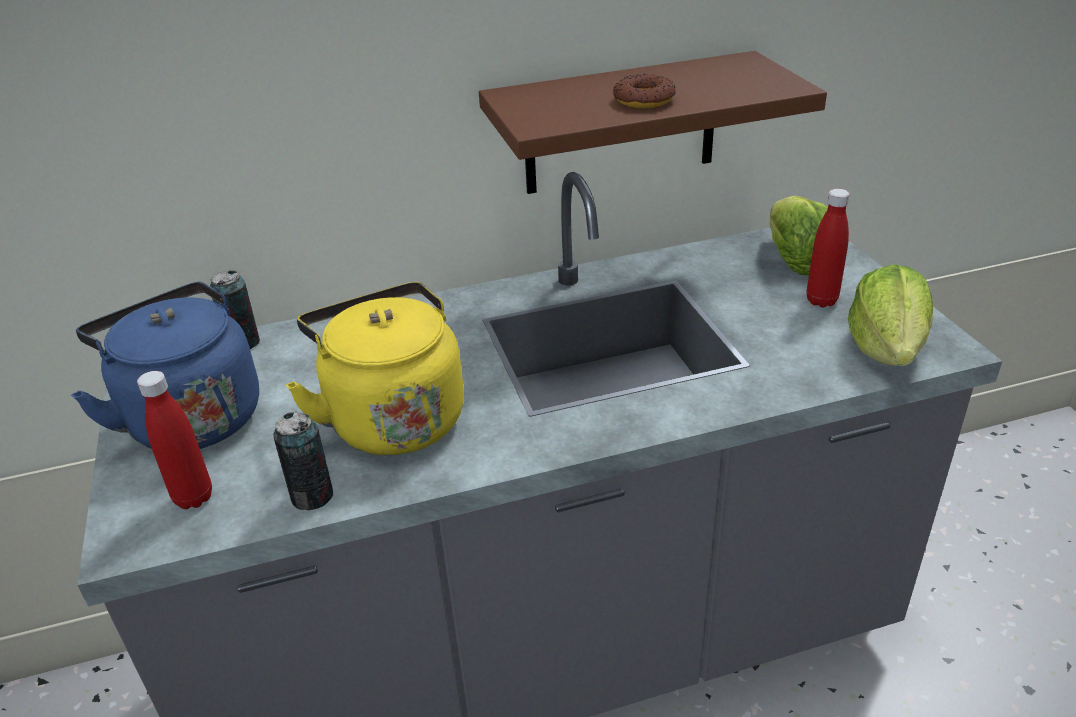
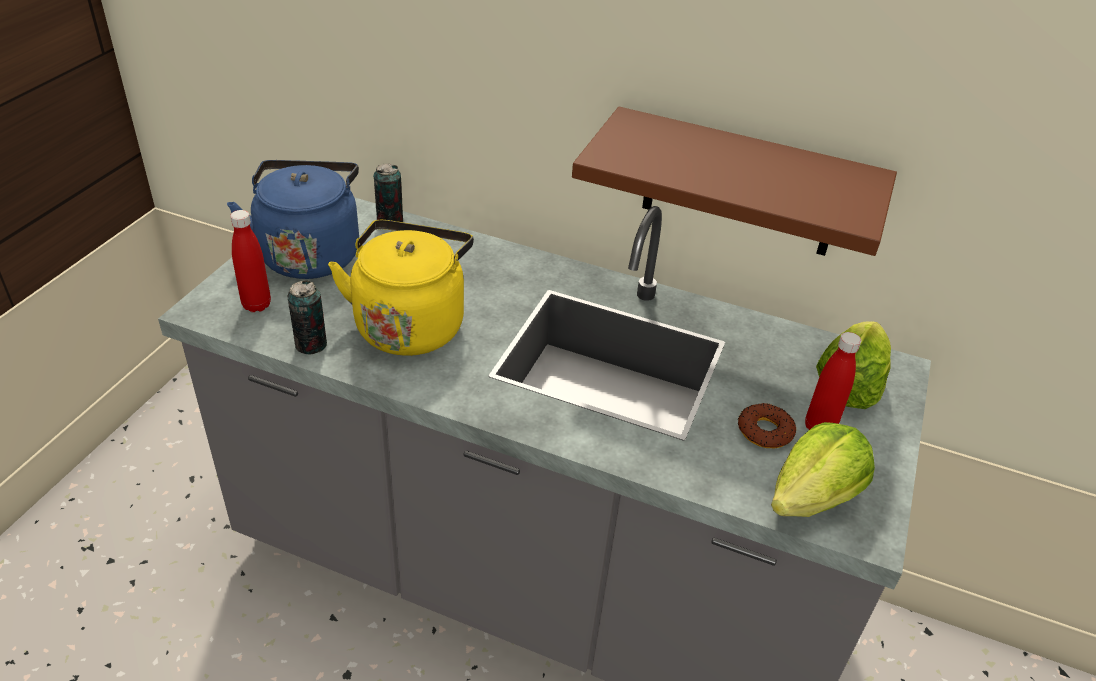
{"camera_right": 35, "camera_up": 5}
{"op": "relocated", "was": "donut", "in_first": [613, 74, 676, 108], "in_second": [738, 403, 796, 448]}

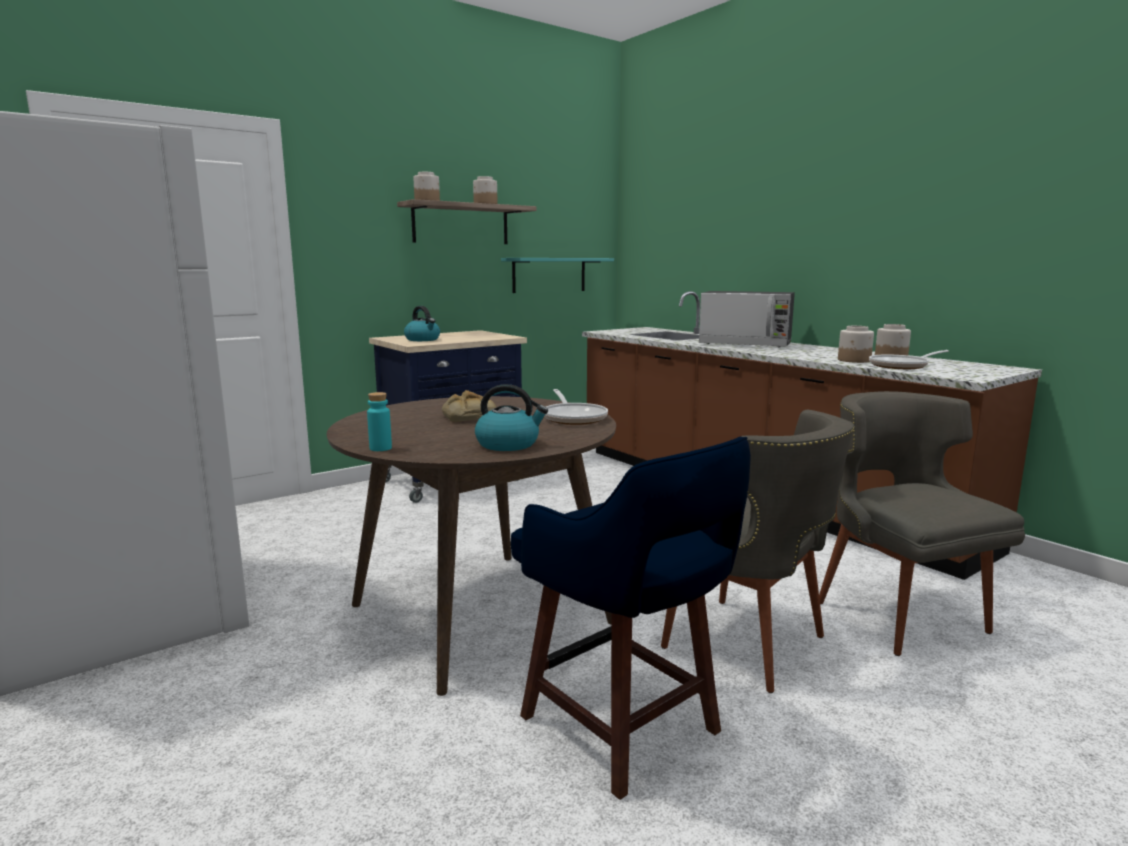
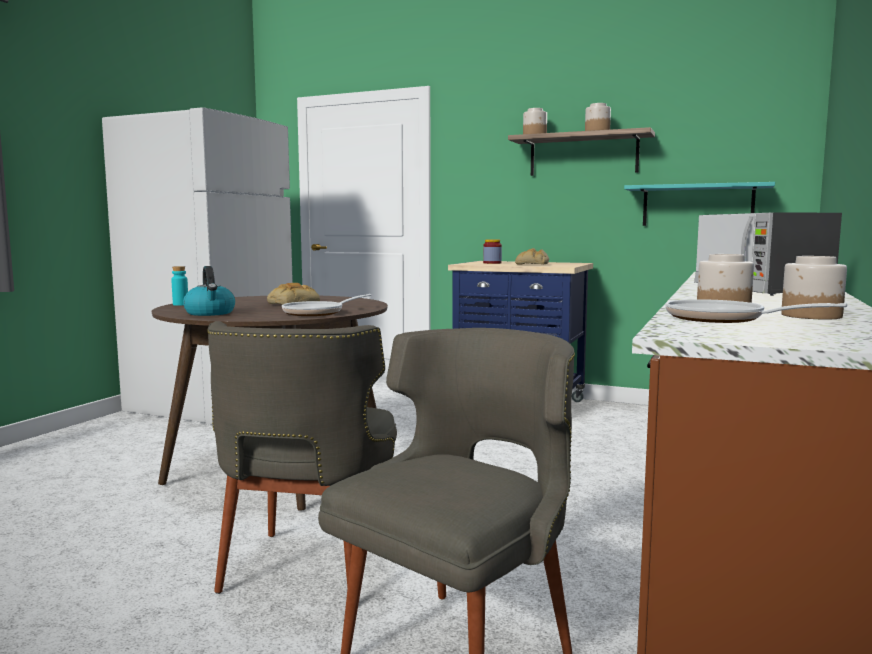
{"camera_right": 60, "camera_up": -5}
{"op": "exchanged", "was": "kettle", "now": "jar", "in_first": [404, 306, 440, 341], "in_second": [483, 240, 502, 264]}
{"op": "missing", "was": "blue_stool", "in_first": [511, 437, 751, 800]}
{"op": "appeared", "now": "bread", "in_second": [515, 248, 549, 265]}

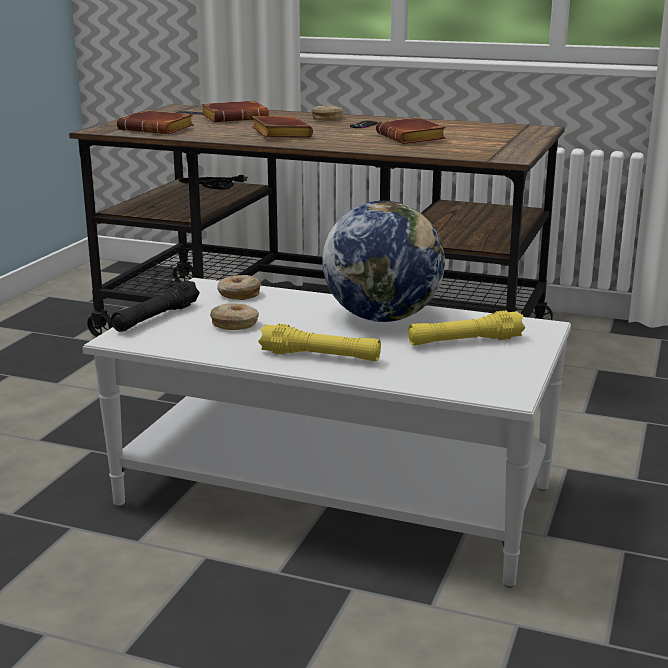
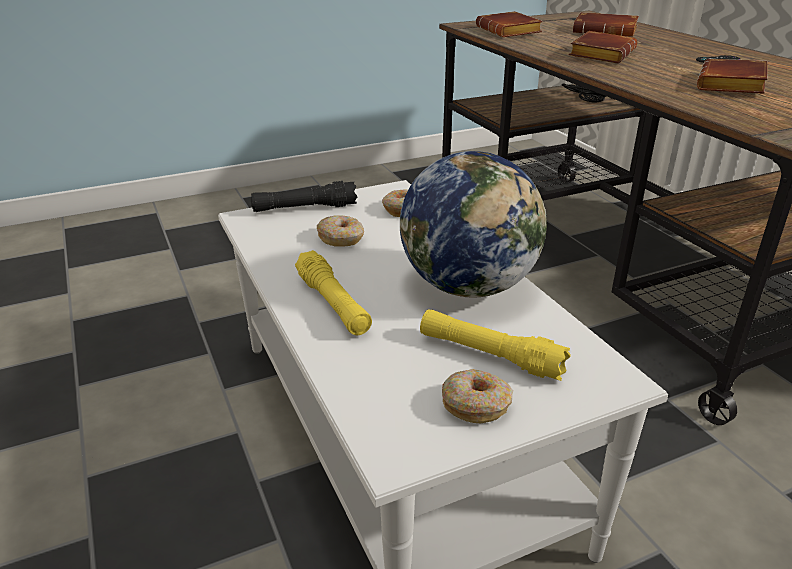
{"camera_right": 45, "camera_up": 10}
{"op": "relocated", "was": "donut", "in_first": [312, 106, 343, 120], "in_second": [442, 369, 513, 423]}

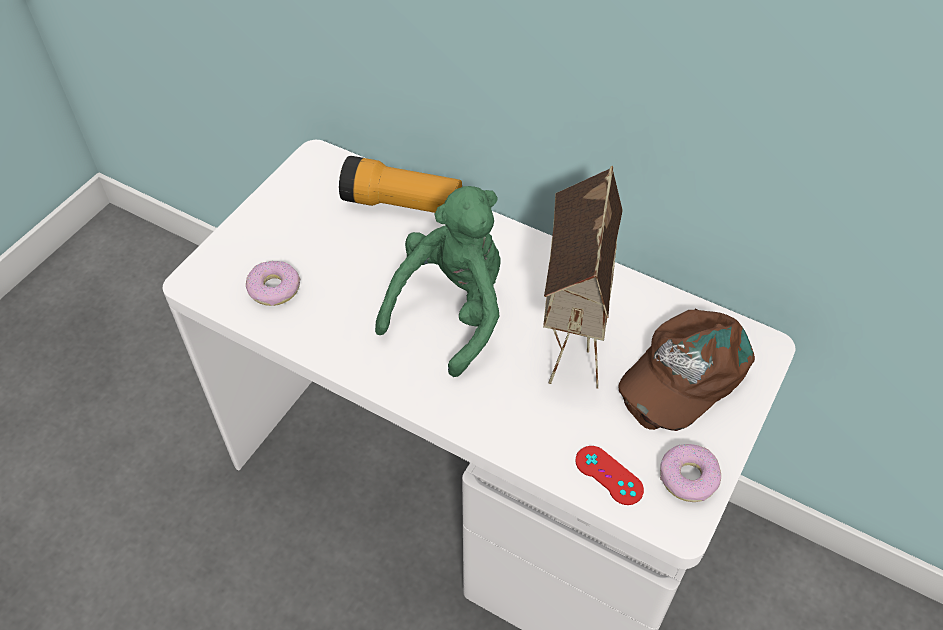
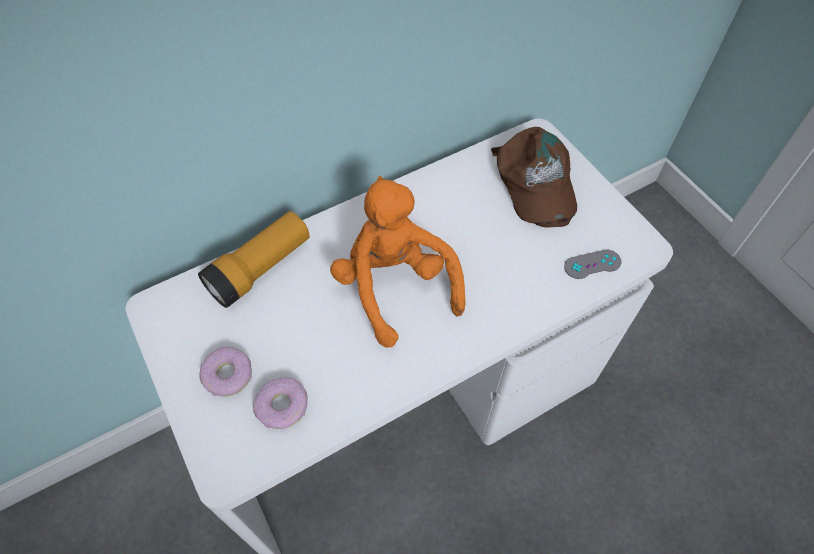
{"camera_right": -60, "camera_up": 5}
{"op": "colour", "was": "green_plush_toy", "now": "orange_plush_toy", "in_first": [375, 186, 501, 377], "in_second": [330, 176, 466, 348]}
{"op": "missing", "was": "toy_house", "in_first": [543, 165, 623, 389]}
{"op": "colour", "was": "red_game_controller", "now": "grey_game_controller", "in_first": [575, 446, 644, 505], "in_second": [564, 250, 621, 279]}
{"op": "relocated", "was": "donut", "in_first": [660, 444, 721, 502], "in_second": [199, 347, 252, 396]}

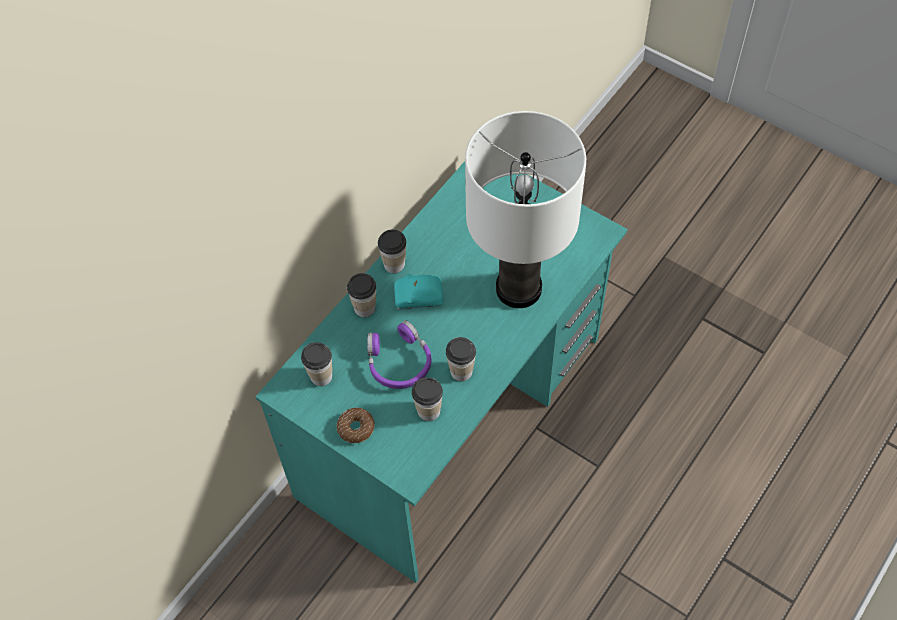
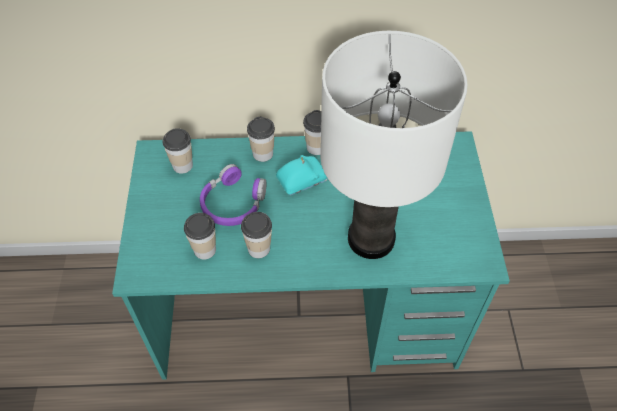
{"camera_right": 50, "camera_up": -5}
{"op": "missing", "was": "donut", "in_first": [337, 408, 375, 443]}
{"op": "spun", "was": "turquoise_toy_car", "in_first": [394, 274, 443, 310], "in_second": [276, 155, 327, 195], "clockwise": 105}

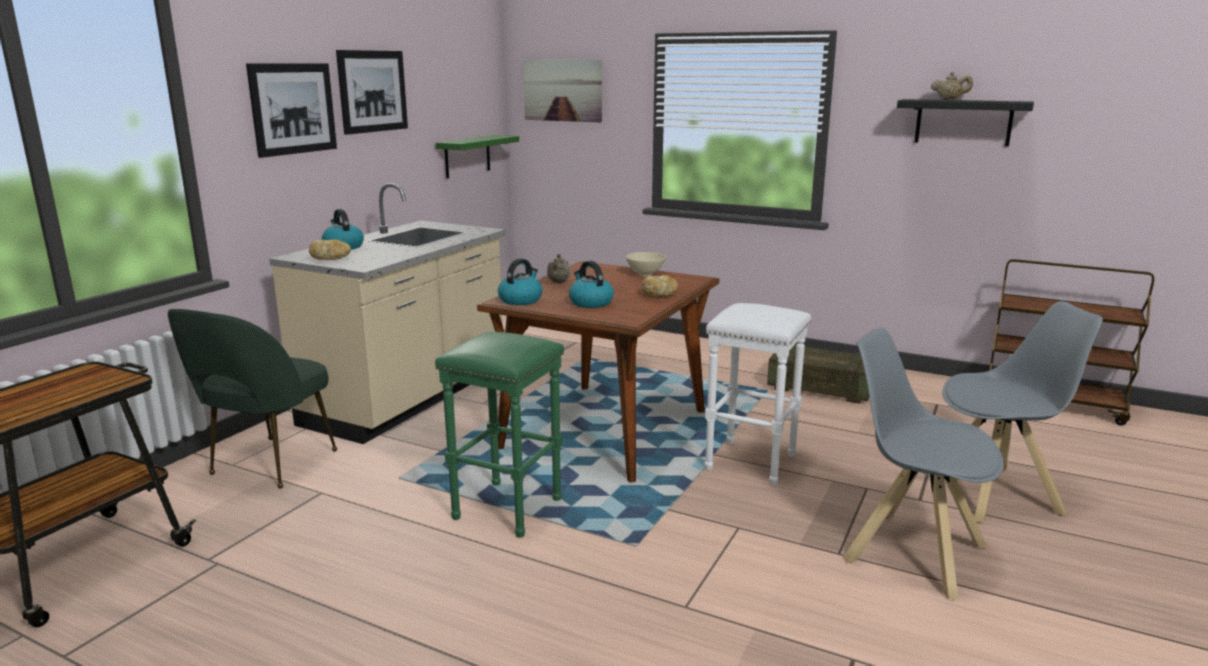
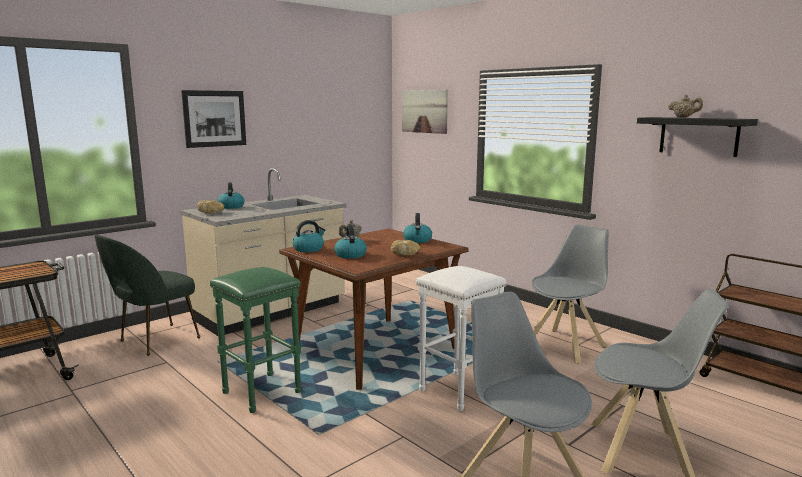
{"camera_right": 20, "camera_up": -5}
{"op": "missing", "was": "picture", "in_first": [336, 50, 408, 135]}
{"op": "missing", "was": "green_shelf", "in_first": [436, 135, 519, 178]}
{"op": "exchanged", "was": "beige_bowl", "now": "kettle", "in_first": [626, 252, 666, 276], "in_second": [403, 213, 432, 243]}
{"op": "exchanged", "was": "crate", "now": "grey_chair", "in_first": [767, 344, 869, 404], "in_second": [532, 224, 609, 364]}

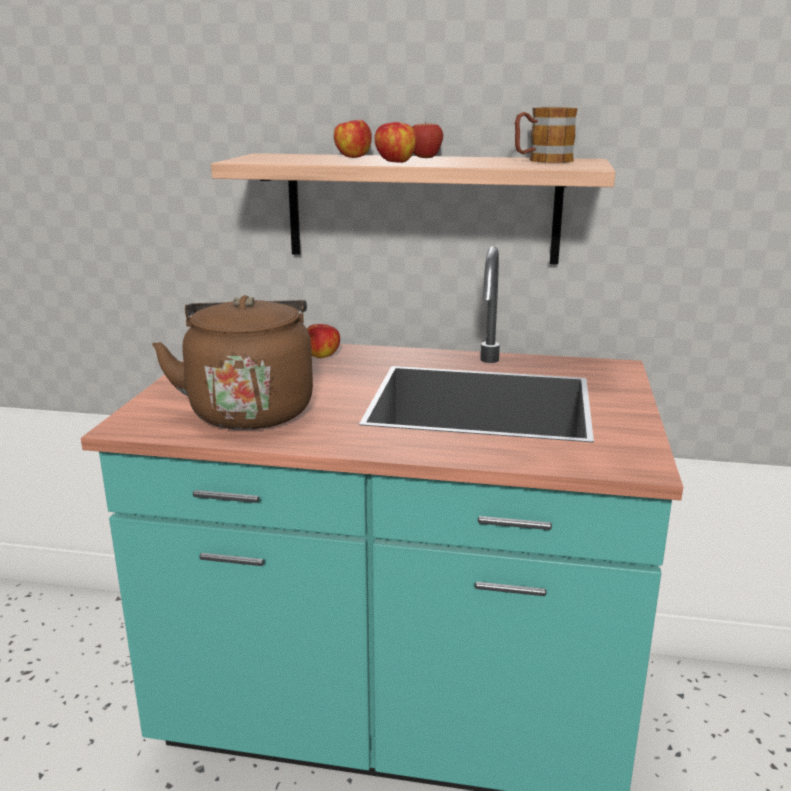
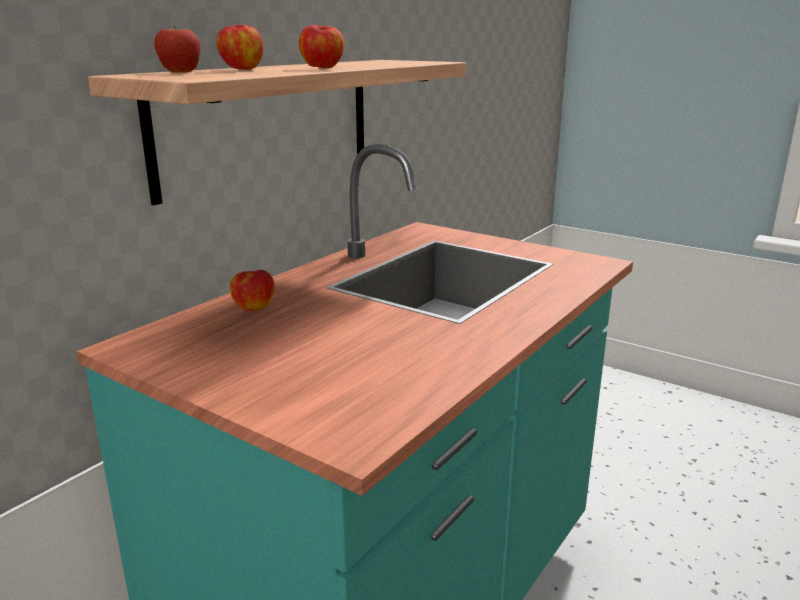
{"camera_right": -65, "camera_up": 0}
{"op": "missing", "was": "brown_kettle", "in_first": [152, 295, 313, 430]}
{"op": "relocated", "was": "apple", "in_first": [412, 121, 443, 158], "in_second": [154, 26, 201, 72]}
{"op": "missing", "was": "mug", "in_first": [515, 107, 578, 163]}

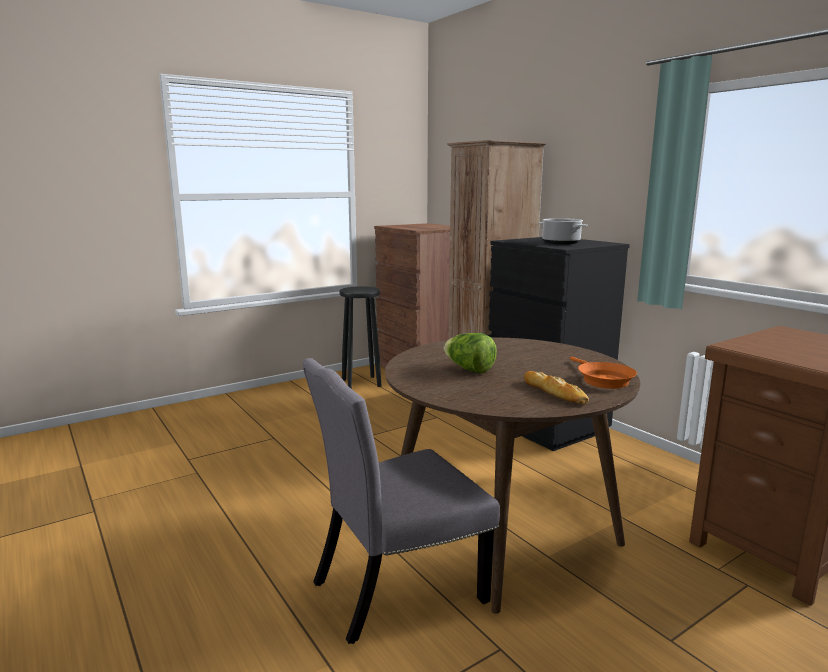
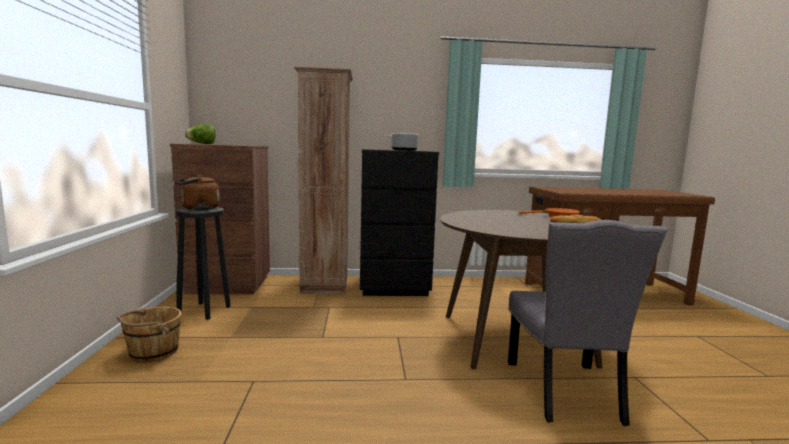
{"camera_right": -60, "camera_up": -5}
{"op": "relocated", "was": "lettuce", "in_first": [444, 333, 497, 374], "in_second": [185, 124, 215, 144]}
{"op": "appeared", "now": "brown_bucket", "in_second": [117, 307, 182, 362]}
{"op": "appeared", "now": "brown_kettle", "in_second": [177, 174, 220, 210]}

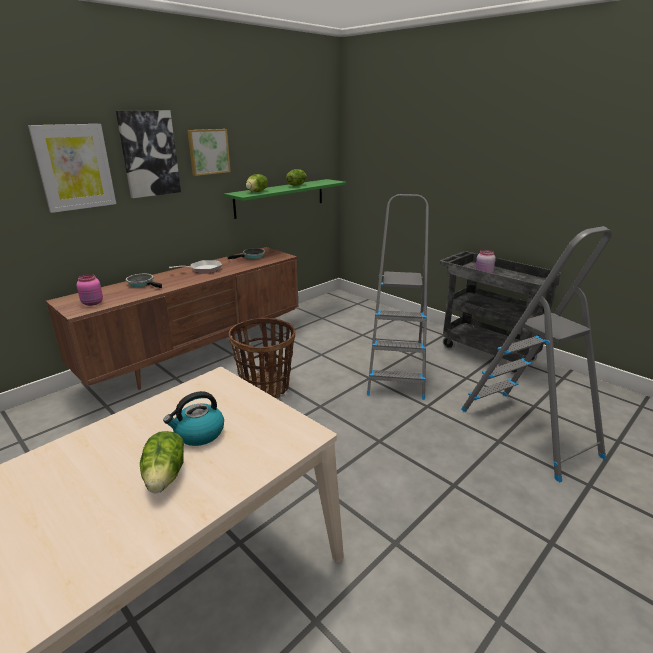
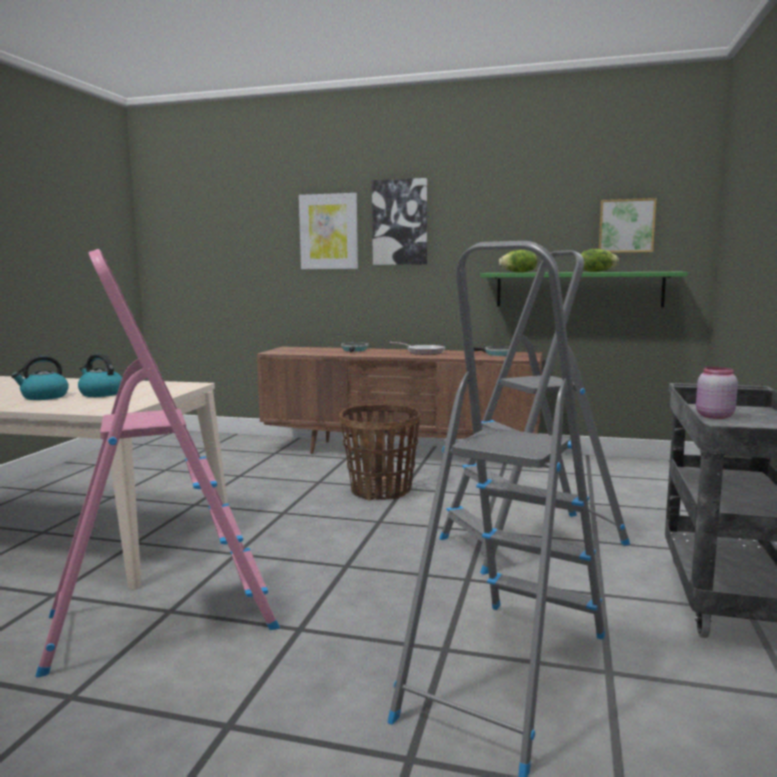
{"camera_right": 60, "camera_up": -15}
{"op": "missing", "was": "pink_jar", "in_first": [77, 274, 103, 306]}
{"op": "exchanged", "was": "lettuce", "now": "kettle", "in_first": [140, 431, 184, 494], "in_second": [11, 356, 69, 400]}
{"op": "relocated", "was": "picture", "in_first": [187, 129, 231, 176], "in_second": [599, 198, 657, 253]}
{"op": "appeared", "now": "pink_step_ladder", "in_second": [35, 249, 280, 677]}

